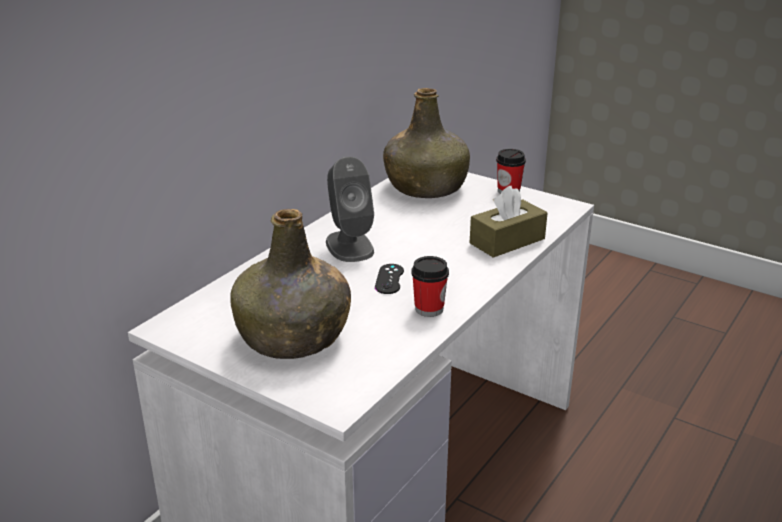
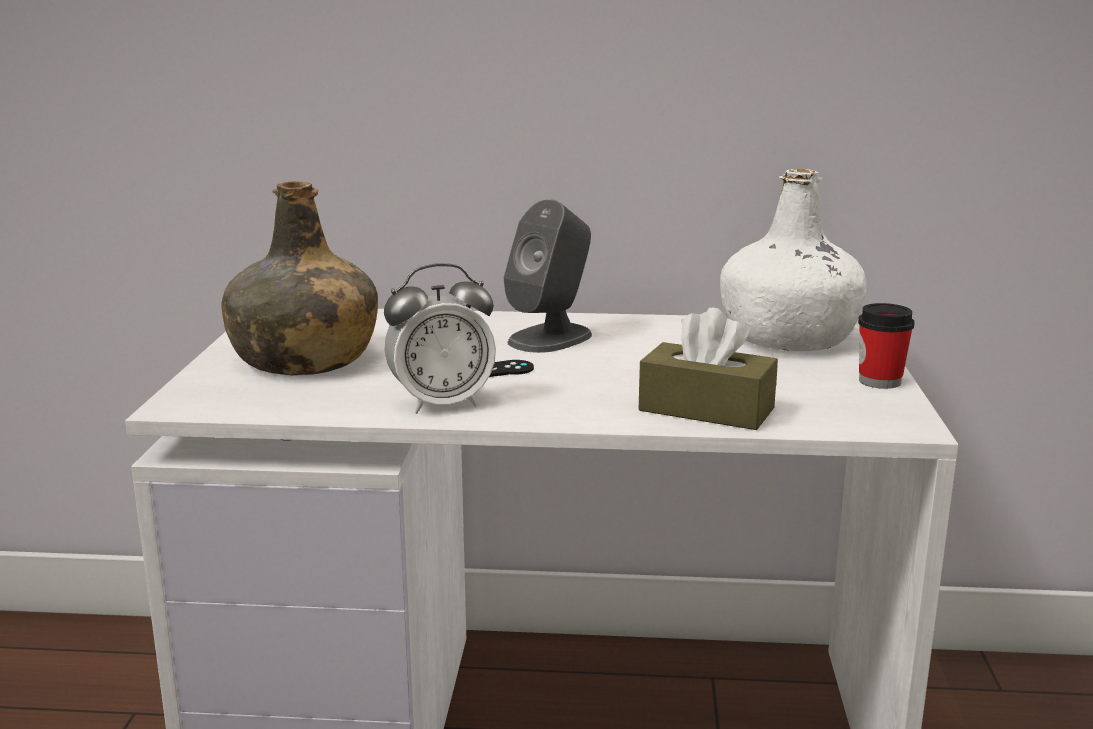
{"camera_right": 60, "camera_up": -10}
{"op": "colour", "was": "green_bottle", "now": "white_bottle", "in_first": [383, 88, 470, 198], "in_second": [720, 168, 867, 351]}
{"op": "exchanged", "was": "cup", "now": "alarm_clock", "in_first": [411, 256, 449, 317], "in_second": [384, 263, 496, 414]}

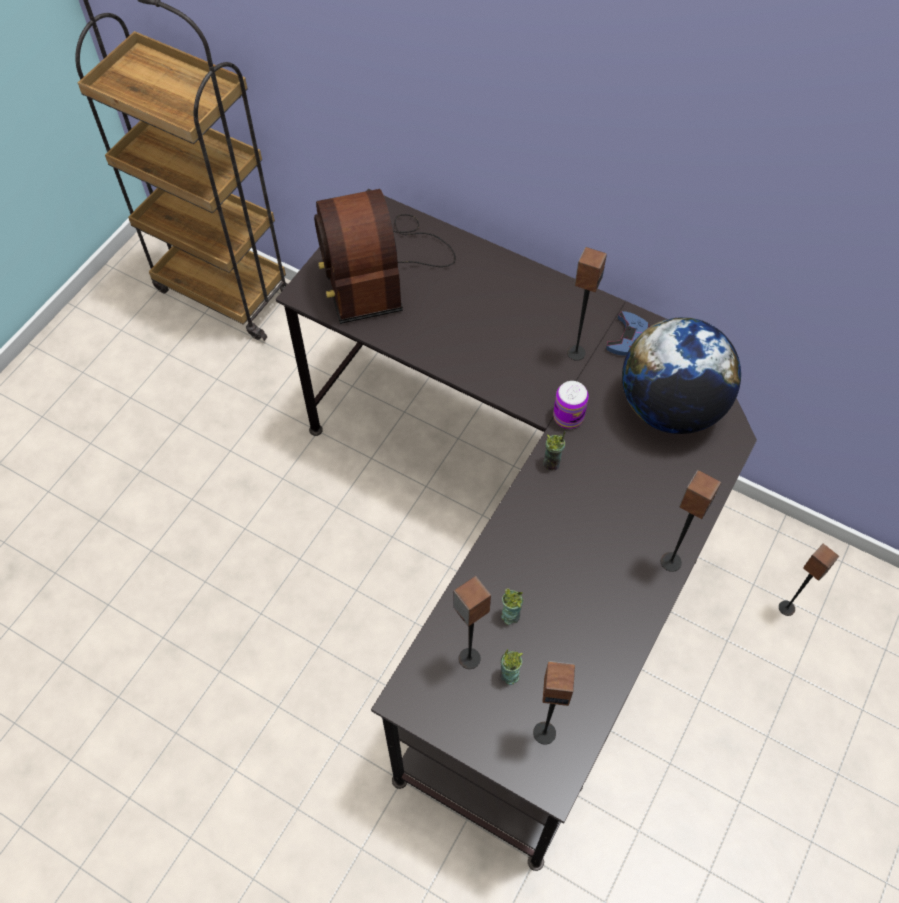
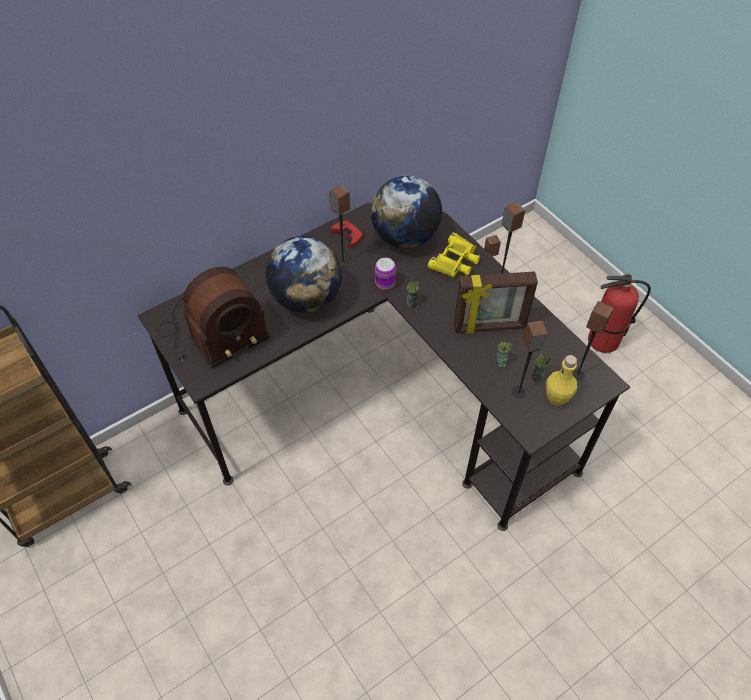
{"camera_right": -65, "camera_up": -5}
{"op": "spun", "was": "radio", "in_first": [314, 189, 456, 324], "in_second": [157, 267, 270, 368], "clockwise": -45}
{"op": "colour", "was": "blue_game_controller", "now": "red_game_controller", "in_first": [606, 311, 650, 356], "in_second": [331, 221, 364, 247]}
{"op": "appeared", "now": "globe", "in_second": [265, 236, 342, 313]}
{"op": "appeared", "now": "yellow_binoculars", "in_second": [428, 232, 480, 278]}
{"op": "appeared", "now": "picture_frame", "in_second": [454, 271, 538, 333]}
{"op": "appeared", "now": "yellow_bottle", "in_second": [546, 355, 577, 406]}
{"op": "appeared", "now": "fire_extinguisher", "in_second": [588, 273, 651, 353]}

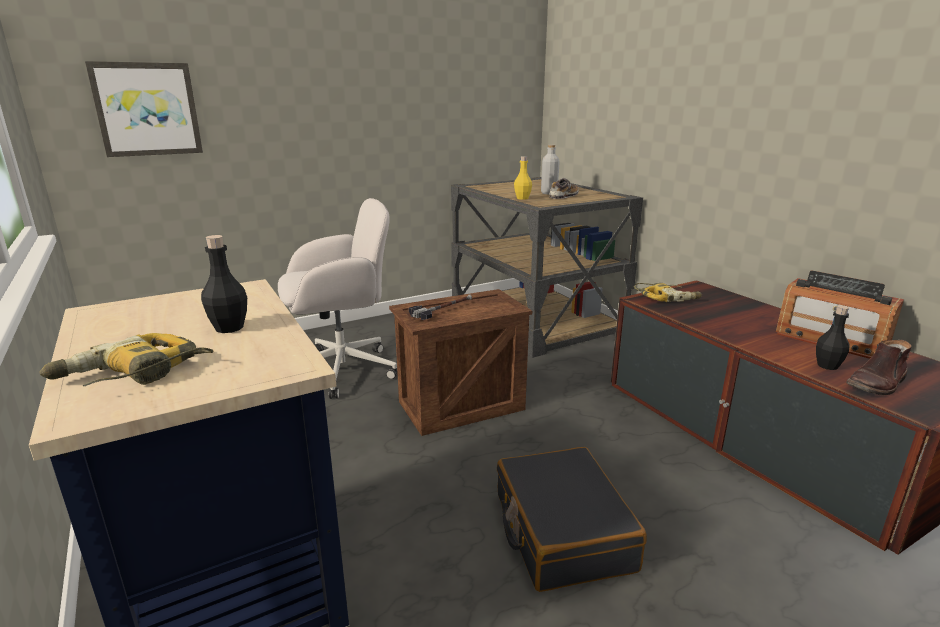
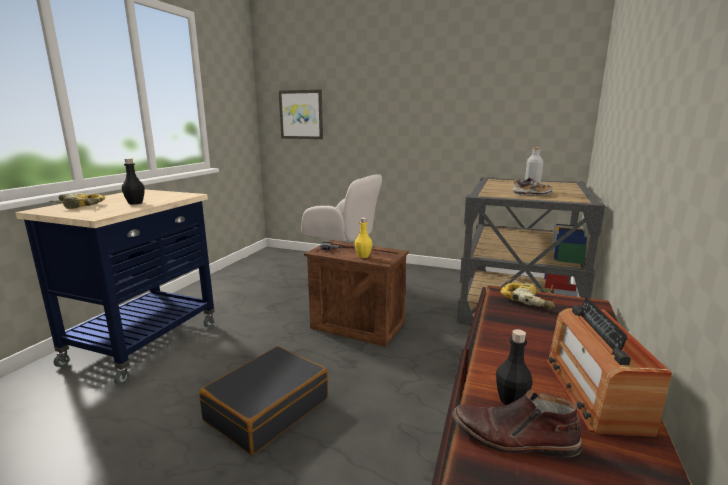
{"camera_right": 50, "camera_up": -5}
{"op": "relocated", "was": "yellow_bottle", "in_first": [514, 156, 532, 200], "in_second": [354, 218, 372, 258]}

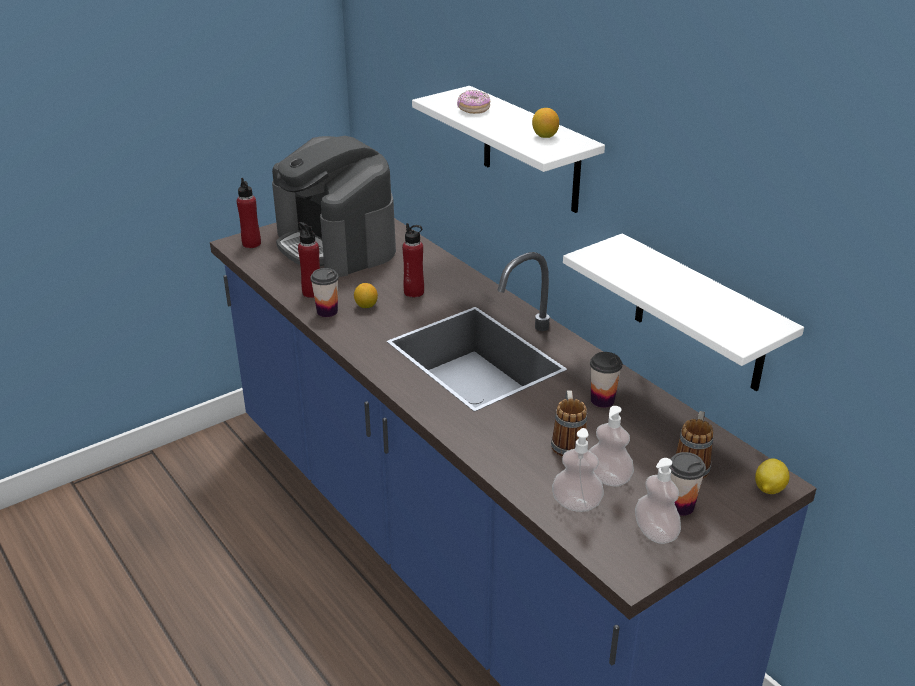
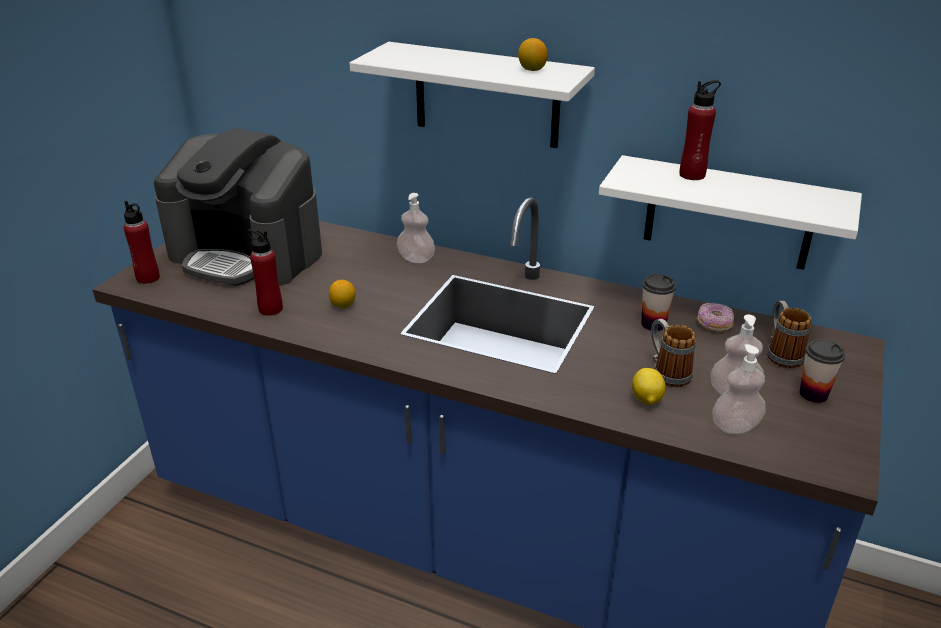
{"camera_right": -30, "camera_up": 0}
{"op": "missing", "was": "cup", "in_first": [310, 268, 339, 317]}
{"op": "relocated", "was": "red_bottle", "in_first": [402, 223, 424, 298], "in_second": [679, 80, 721, 180]}
{"op": "relocated", "was": "donut", "in_first": [457, 90, 490, 114], "in_second": [697, 303, 734, 332]}
{"op": "relocated", "was": "soap_dispenser", "in_first": [635, 458, 681, 544], "in_second": [397, 193, 435, 263]}
{"op": "relocated", "was": "lemon", "in_first": [755, 458, 789, 494], "in_second": [632, 368, 665, 405]}

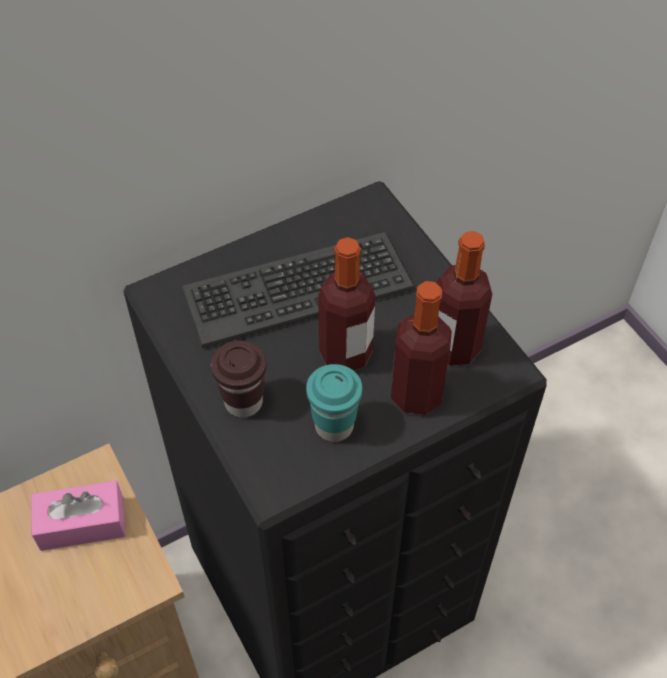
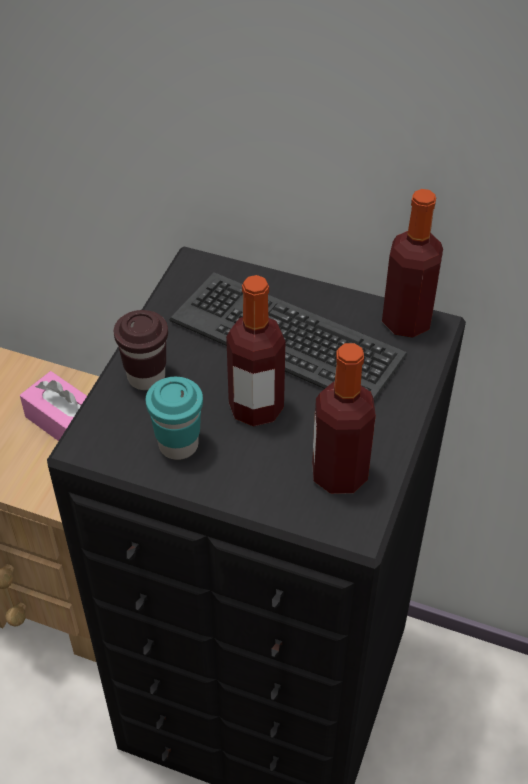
{"camera_right": 50, "camera_up": -5}
{"op": "relocated", "was": "bottle", "in_first": [391, 281, 452, 415], "in_second": [382, 189, 443, 338]}

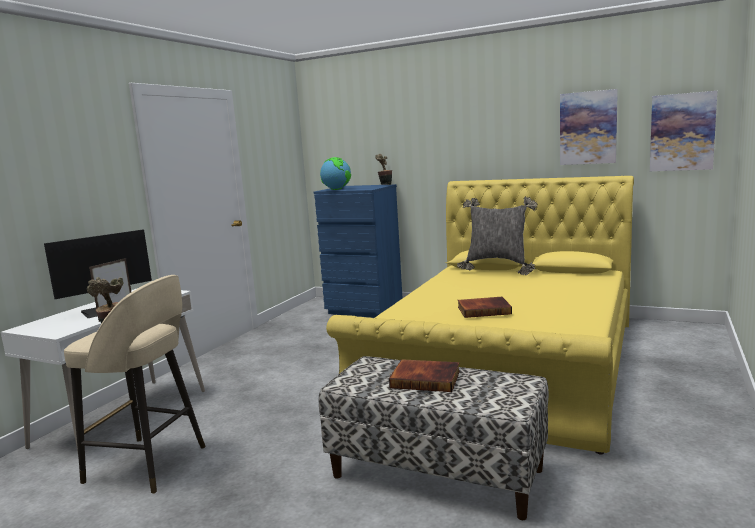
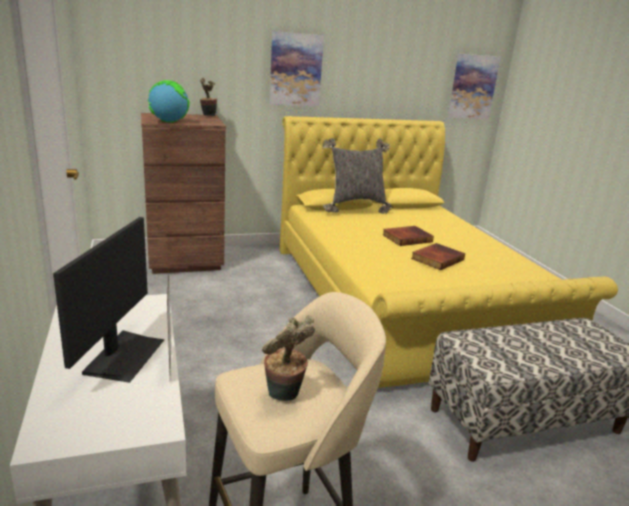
{"camera_right": -45, "camera_up": 10}
{"op": "colour", "was": "blue_dresser", "now": "brown_dresser", "in_first": [314, 184, 402, 318], "in_second": [141, 113, 226, 274]}
{"op": "relocated", "was": "book", "in_first": [389, 359, 460, 392], "in_second": [382, 226, 434, 246]}
{"op": "relocated", "was": "picture", "in_first": [560, 89, 618, 165], "in_second": [269, 31, 324, 106]}

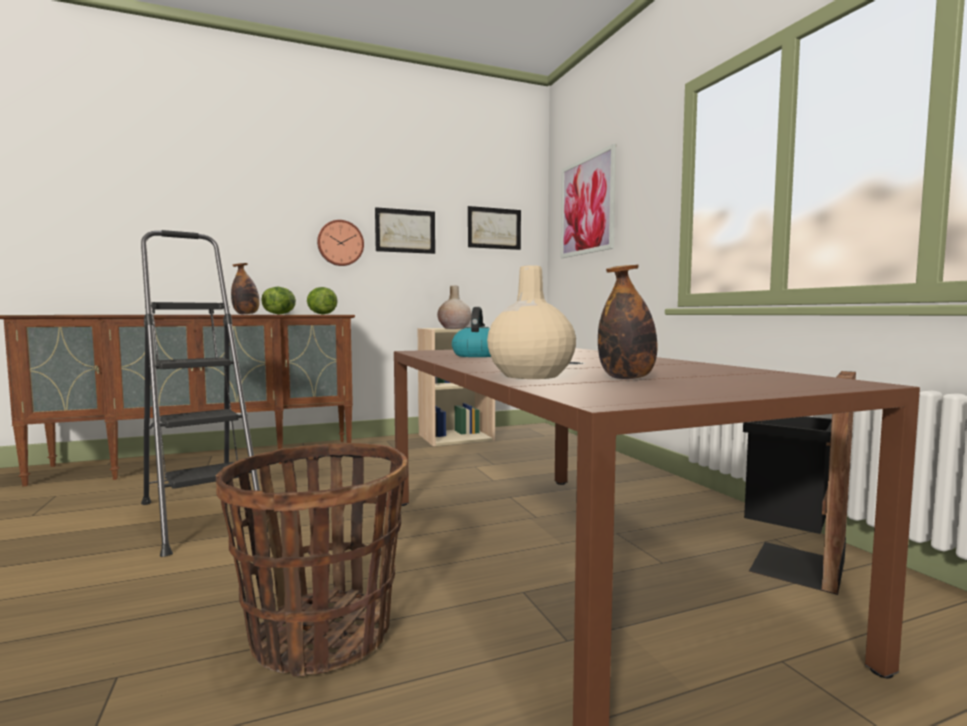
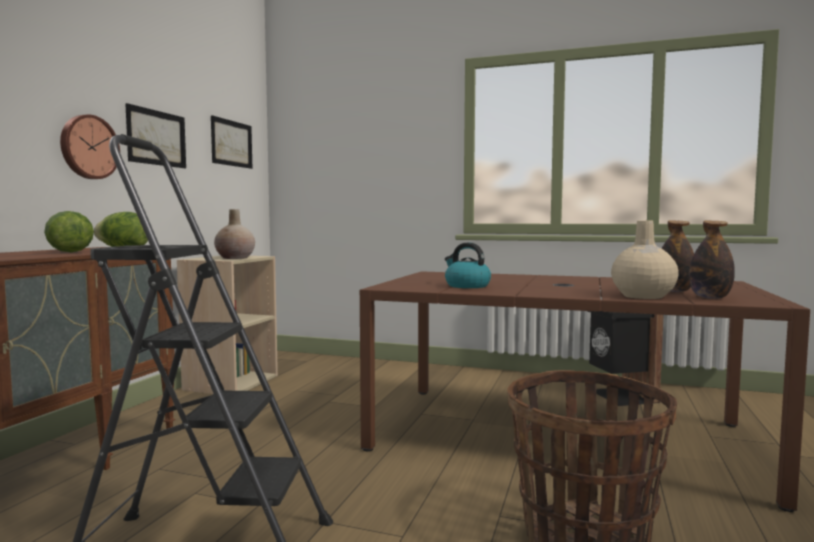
{"camera_right": -50, "camera_up": 0}
{"op": "relocated", "was": "bottle", "in_first": [231, 263, 260, 314], "in_second": [689, 220, 735, 299]}
{"op": "missing", "was": "picture", "in_first": [561, 144, 616, 258]}

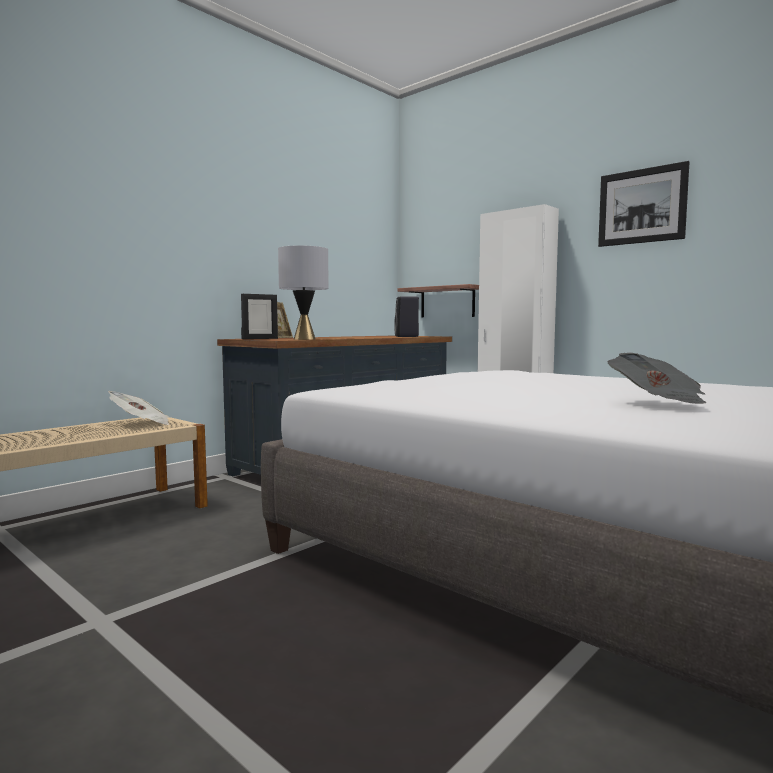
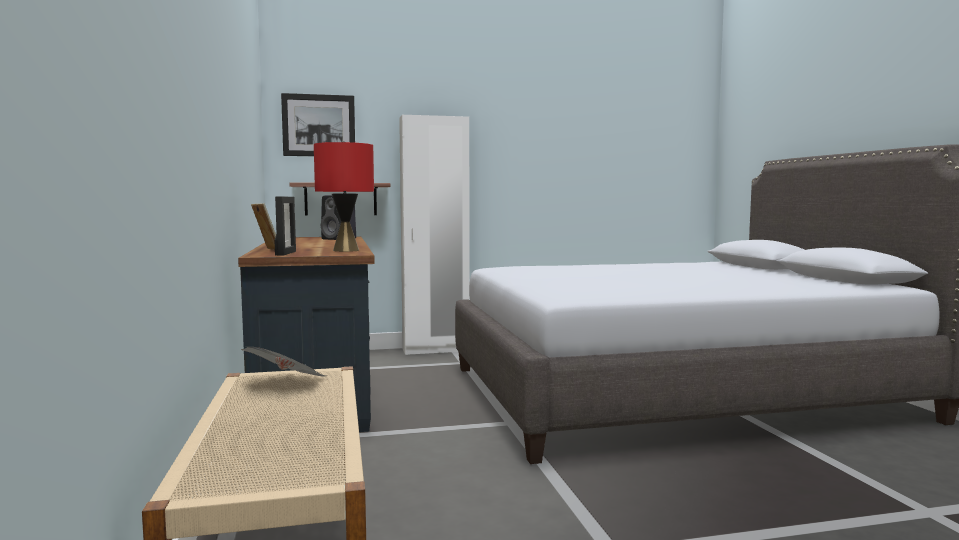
{"camera_right": -55, "camera_up": 0}
{"op": "colour", "was": "grey_table_lamp", "now": "red_table_lamp", "in_first": [278, 245, 329, 340], "in_second": [314, 141, 374, 252]}
{"op": "relocated", "was": "picture", "in_first": [598, 161, 689, 247], "in_second": [281, 93, 355, 156]}
{"op": "missing", "was": "newspaper", "in_first": [608, 353, 707, 404]}

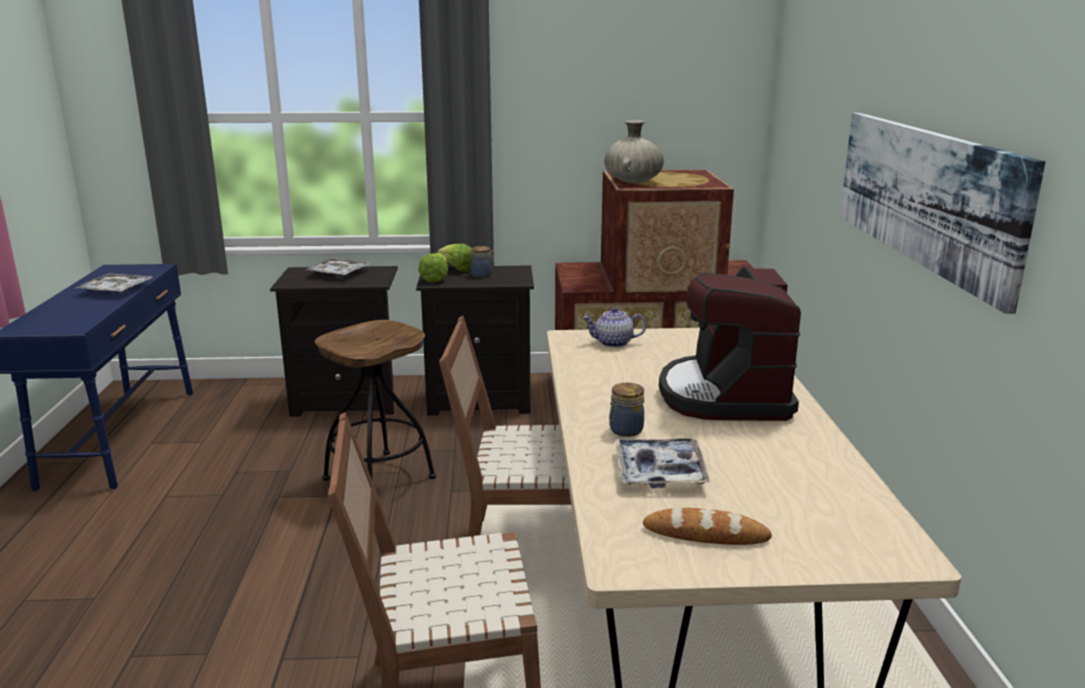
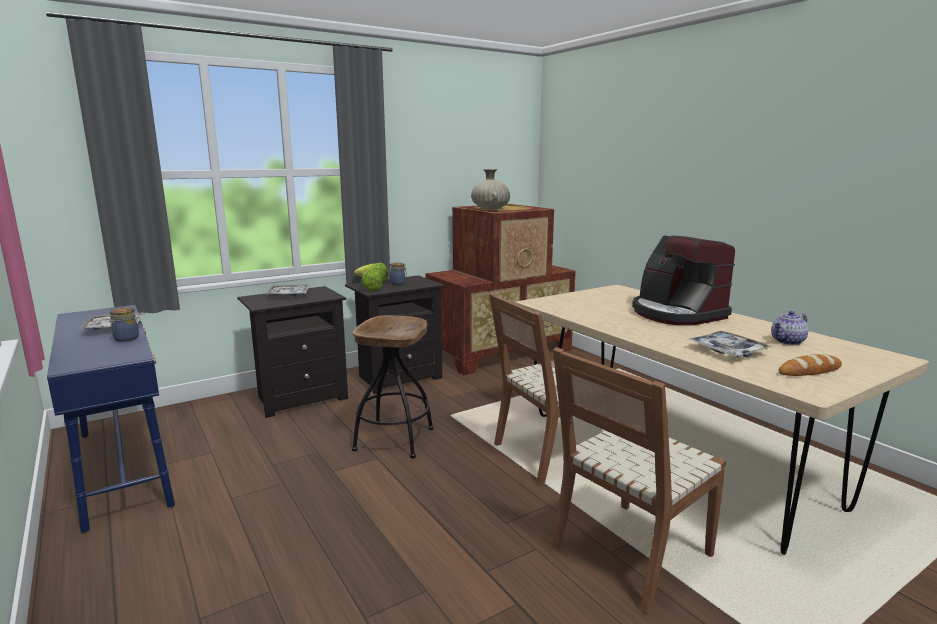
{"camera_right": -30, "camera_up": -5}
{"op": "relocated", "was": "teapot", "in_first": [583, 307, 646, 348], "in_second": [771, 311, 809, 345]}
{"op": "relocated", "was": "jar", "in_first": [609, 383, 644, 437], "in_second": [109, 307, 139, 342]}
{"op": "missing", "was": "picture", "in_first": [840, 113, 1046, 314]}

